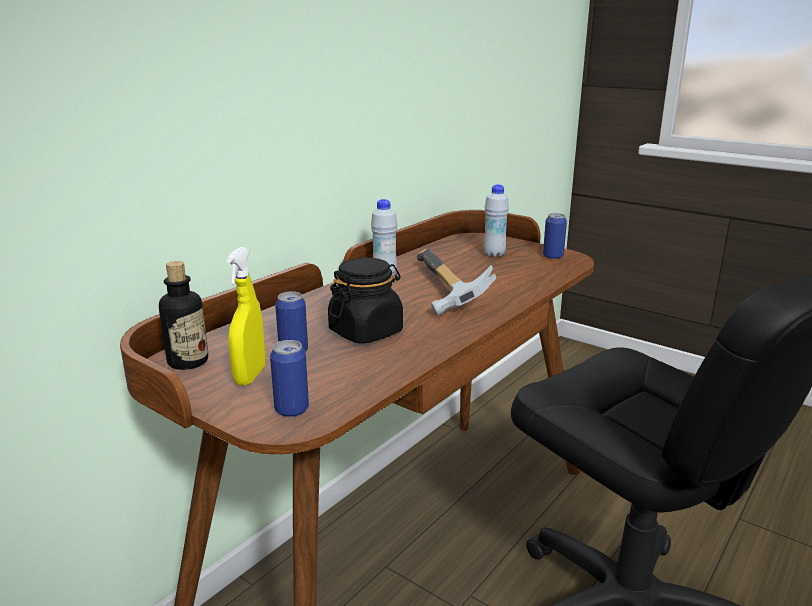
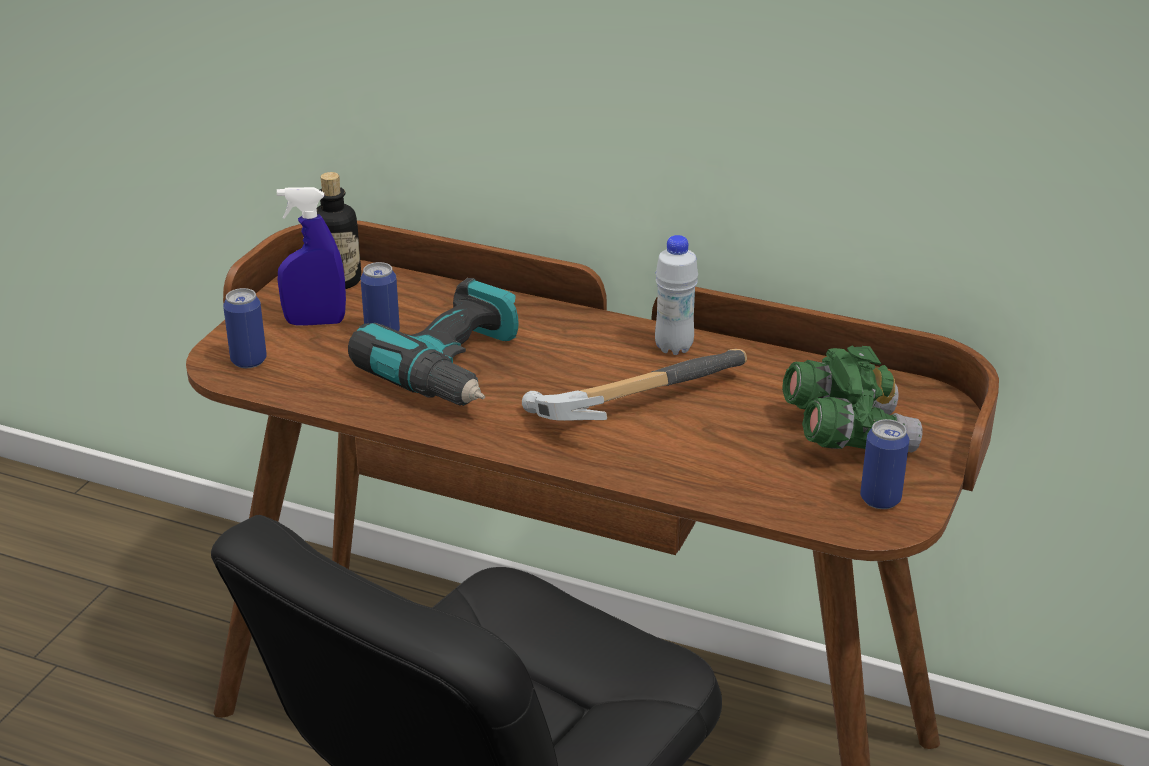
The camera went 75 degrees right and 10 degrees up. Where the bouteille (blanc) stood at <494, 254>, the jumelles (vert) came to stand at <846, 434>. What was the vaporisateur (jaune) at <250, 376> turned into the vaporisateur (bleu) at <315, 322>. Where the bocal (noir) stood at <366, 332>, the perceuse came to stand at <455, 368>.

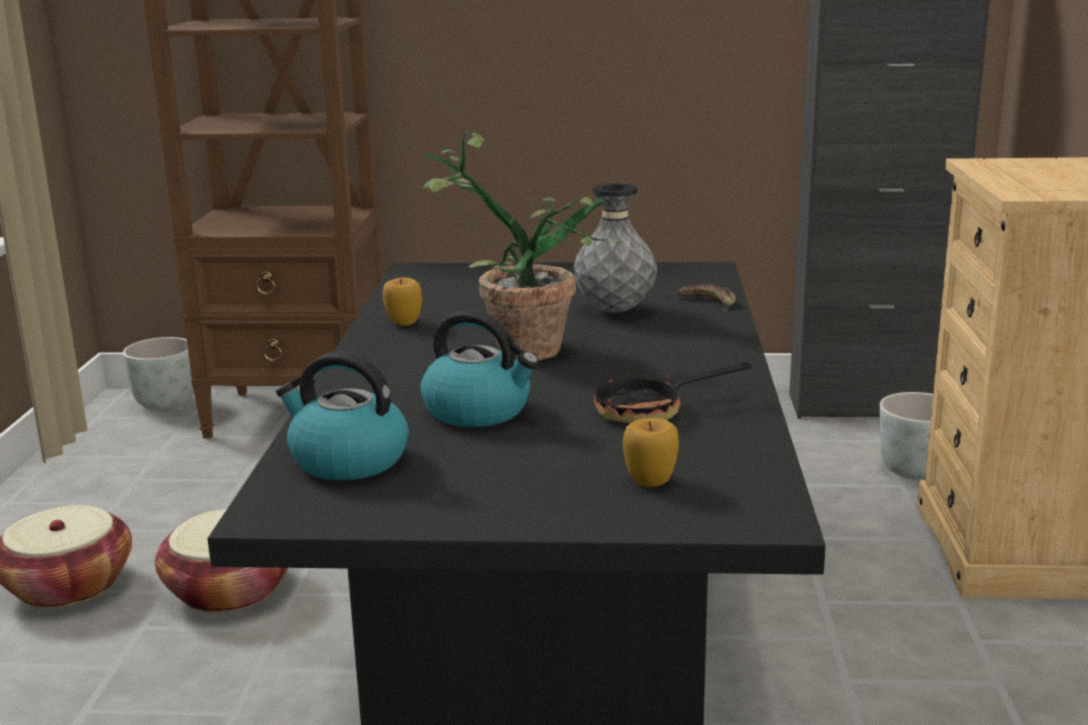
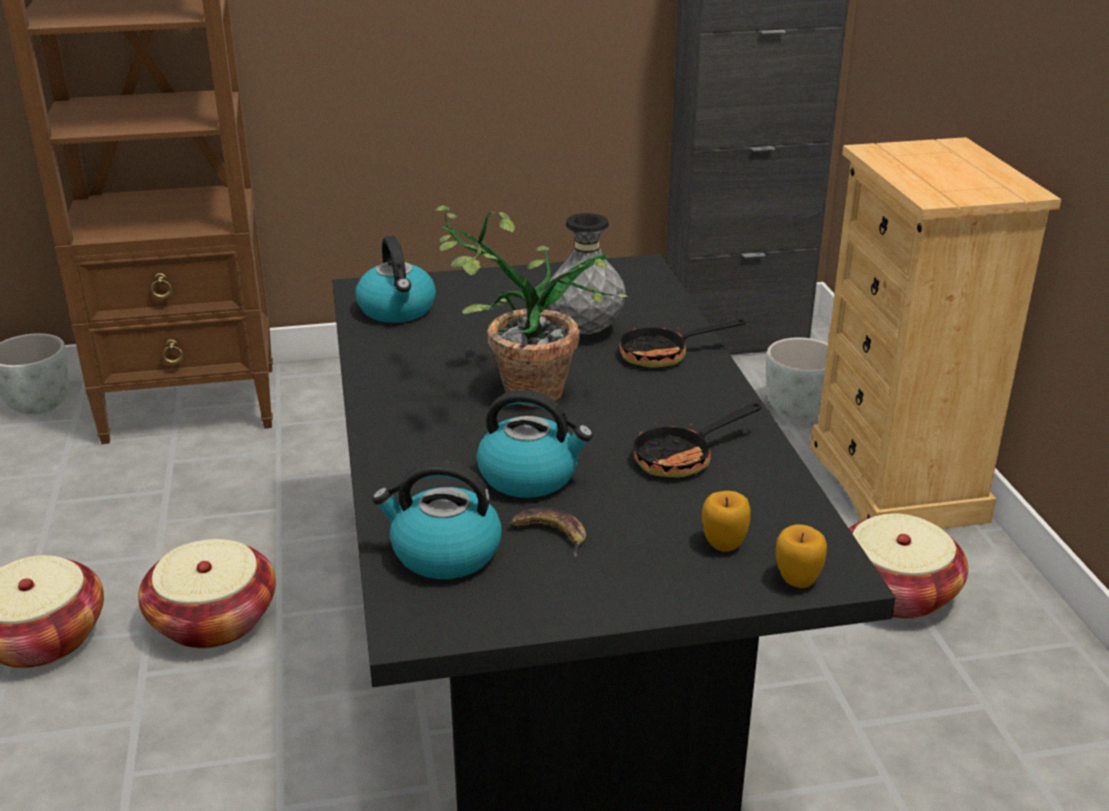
The camera went 15 degrees left and 10 degrees up. The pomme ended up elsewhere, having gone from <404, 323> to <797, 580>. The banane ended up elsewhere, having gone from <707, 302> to <549, 534>. The second view gained the bouilloire at <397, 310>. The second view gained the poêle at <664, 354>. The second view gained the panier at <895, 592>.

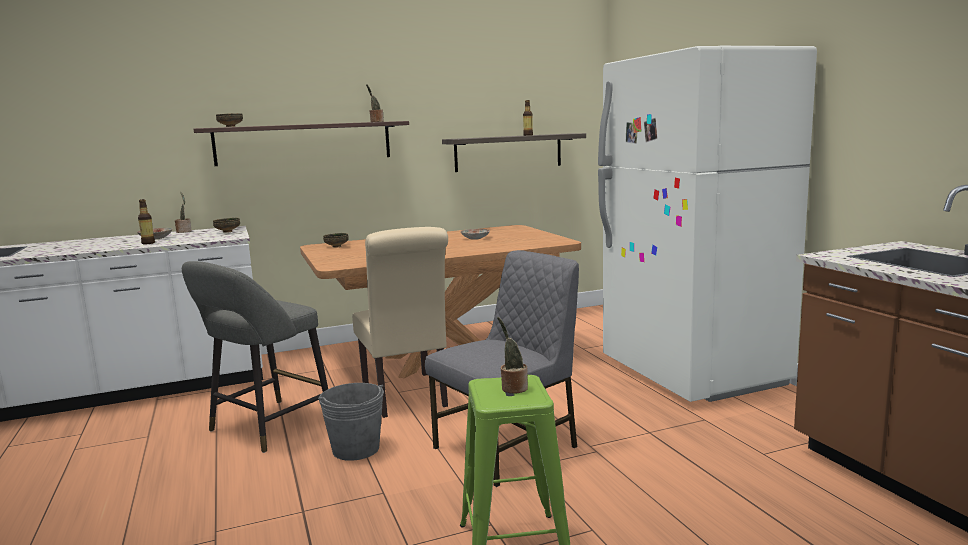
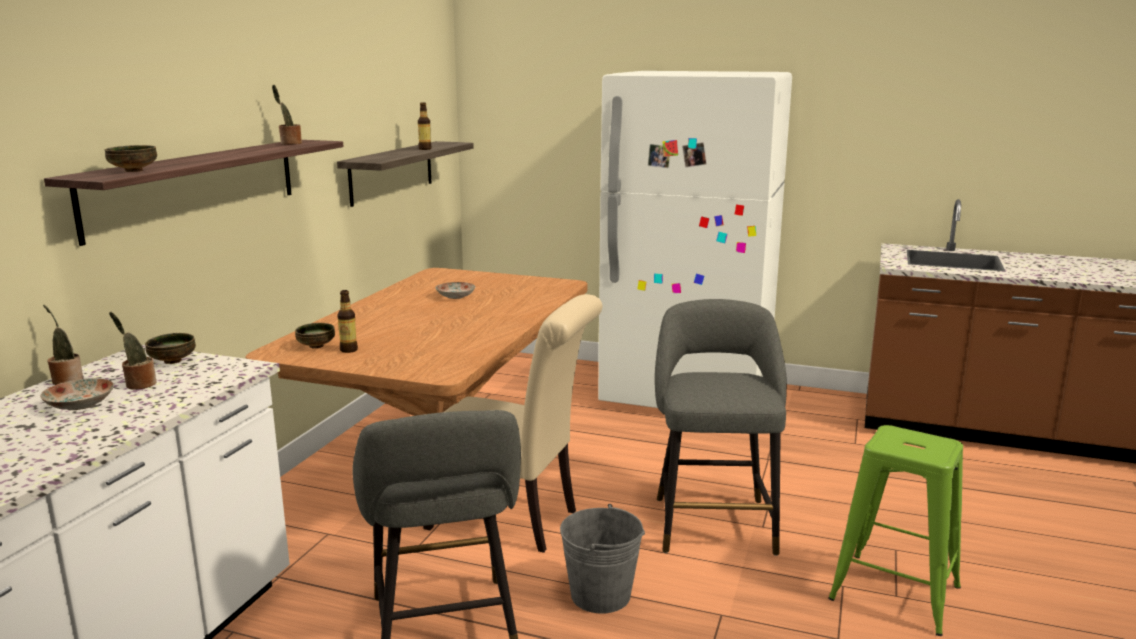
The camera went 50 degrees left and 5 degrees up. The bouteille ended up elsewhere, having gone from <148, 243> to <349, 350>. Where the chaise (gris) stood at <508, 447>, the tabouret (gris) came to stand at <713, 521>. The plante en pot ended up elsewhere, having gone from <513, 388> to <138, 384>.

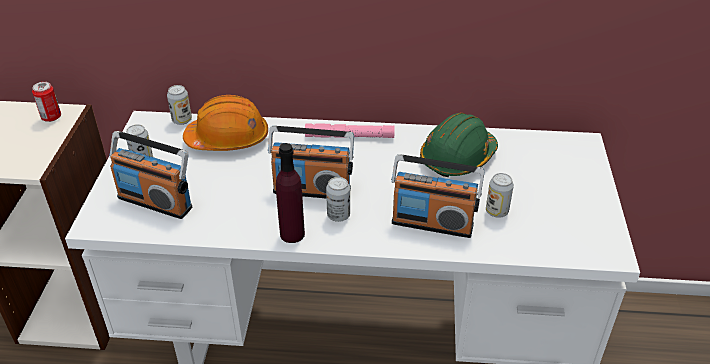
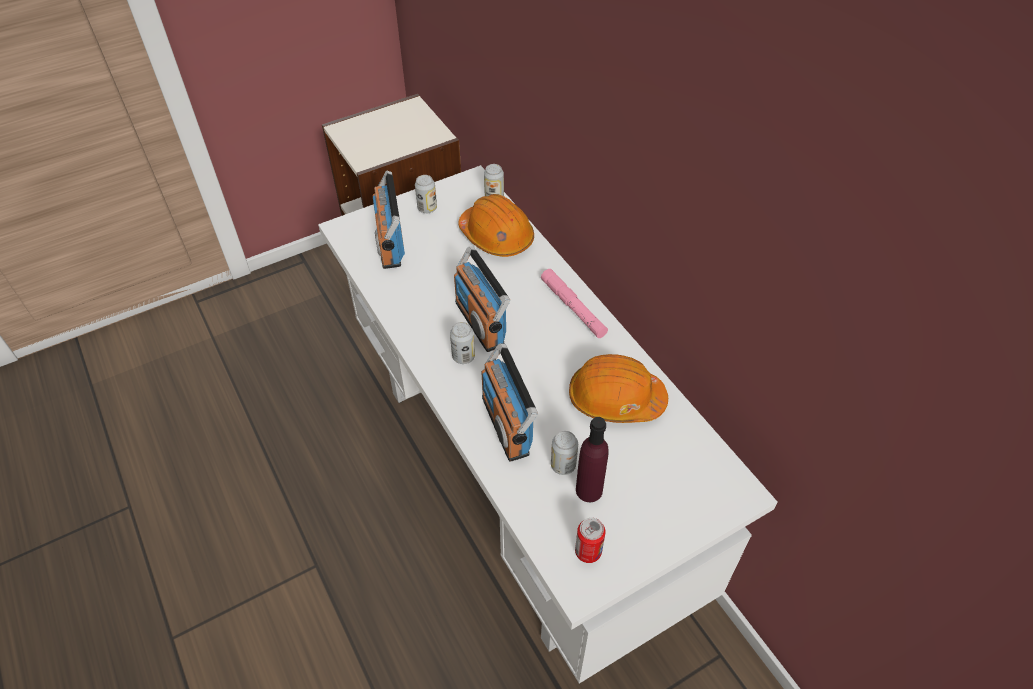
The camera went 55 degrees right and 10 degrees up. The boîte métallique ended up elsewhere, having gone from <51, 117> to <588, 552>. What was the casque de chantier (vert) at <457, 158> turned into the casque de chantier (orange) at <615, 399>. The bouteille (violet) ended up elsewhere, having gone from <292, 234> to <589, 490>.

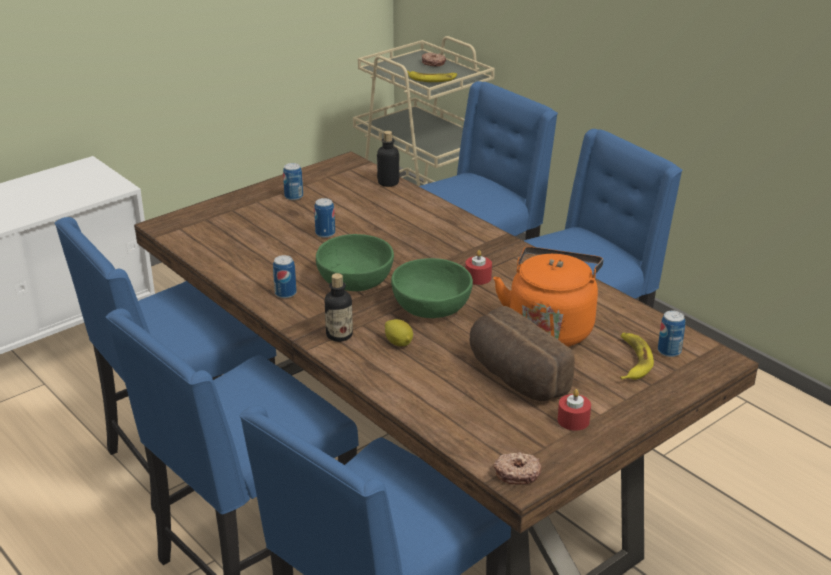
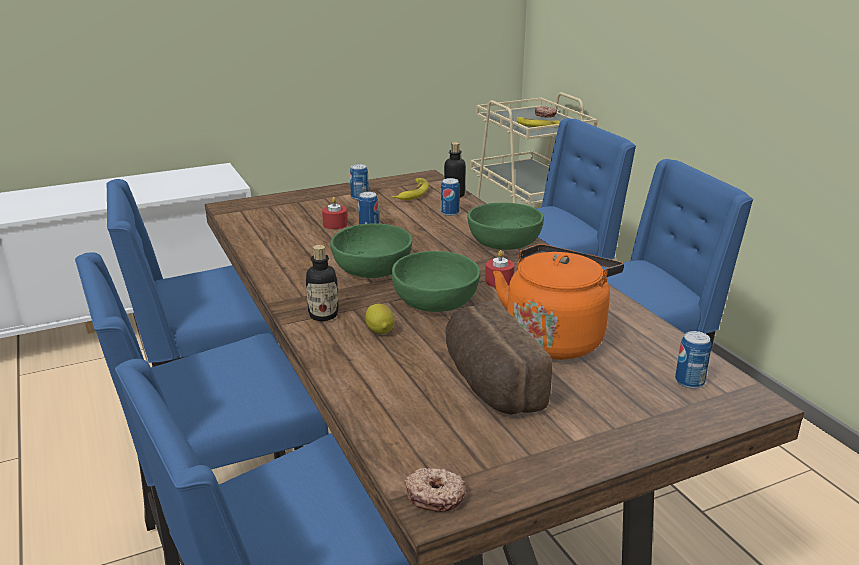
The camera went 15 degrees right and 5 degrees down. The boîte métallique ended up elsewhere, having gone from <285, 293> to <449, 213>. The banane ended up elsewhere, having gone from <632, 360> to <412, 193>. The bougie (rouge) ended up elsewhere, having gone from <573, 420> to <335, 224>. The second view gained the bol (vert) at <504, 242>.

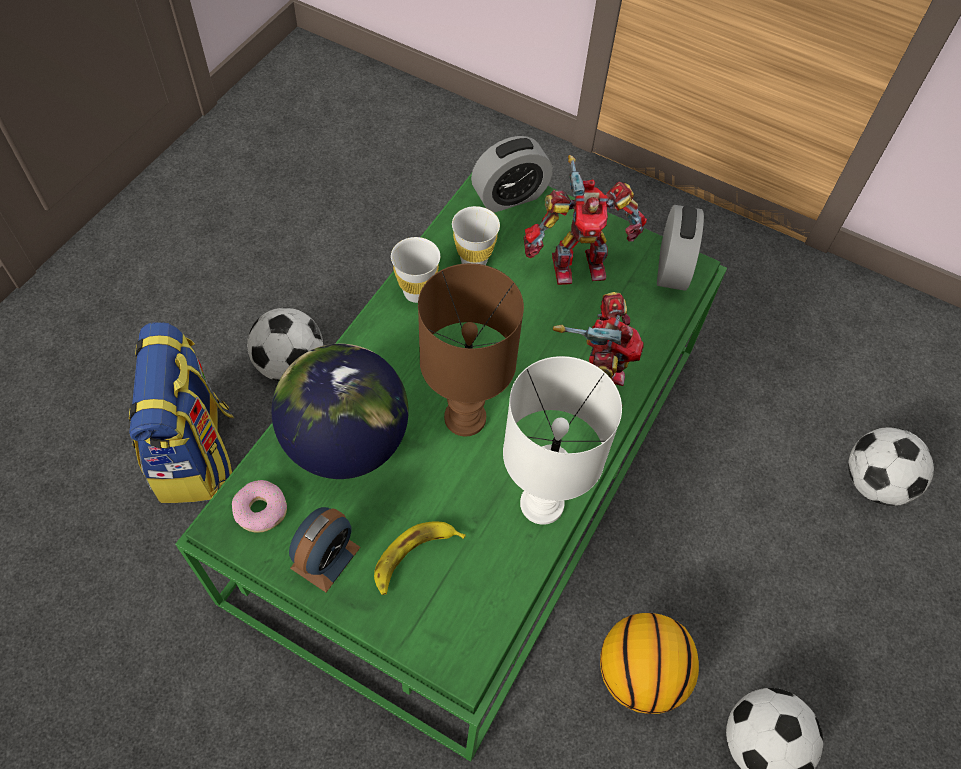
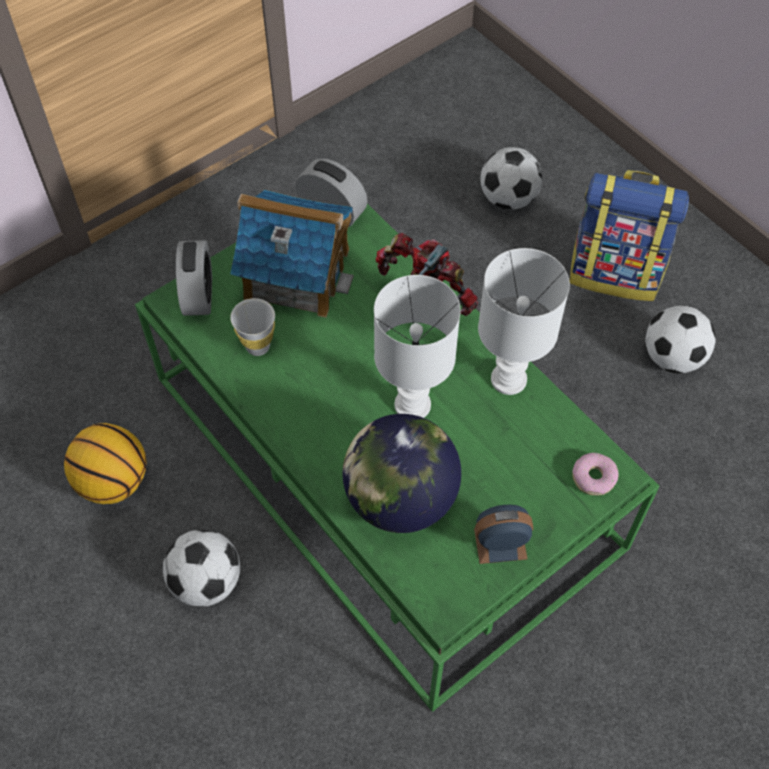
The camera went 65 degrees left and 0 degrees up. Where the robot jouet stood at <577, 263>, the maison miniature came to stand at <296, 273>. The second view lost the tasse (blanc) at <416, 293>. What was the lampe de table (marron) at <464, 416> turned into the lampe de table (blanc) at <411, 405>. The sac à dos ended up elsewhere, having gone from <196, 455> to <616, 272>. The beignet ended up elsewhere, having gone from <261, 510> to <593, 477>. The réveil at <325, 557> ended up facing another way, 60 degrees counterclockwise from before. The second view lost the banane at <414, 557>. The ballon de basket ended up elsewhere, having gone from <640, 674> to <113, 481>.

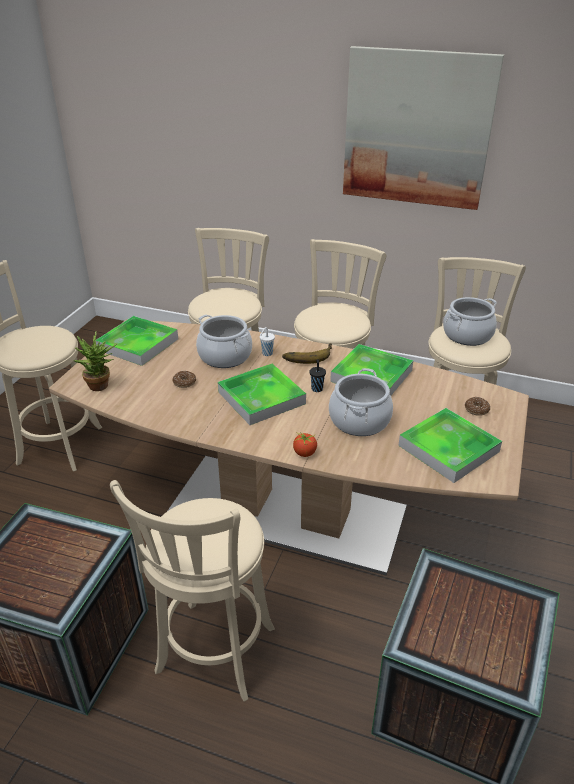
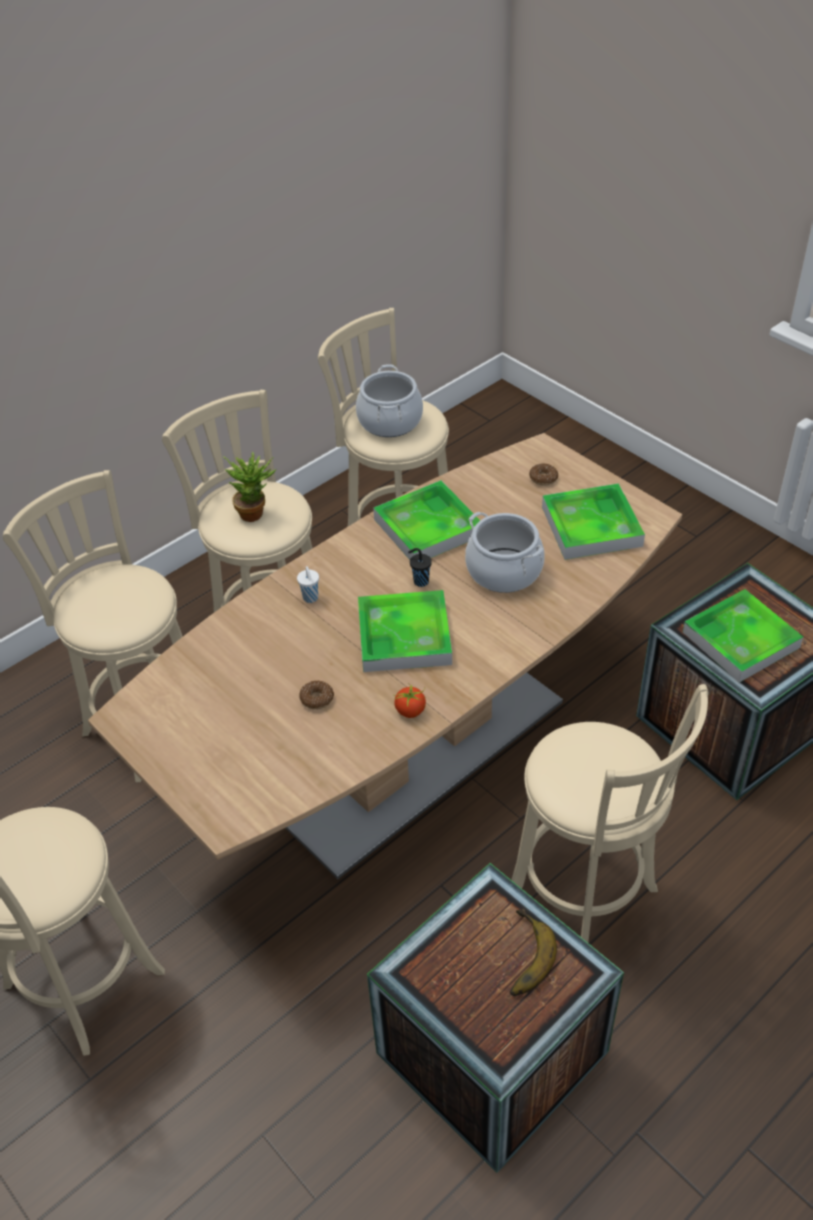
The camera went 60 degrees left and 10 degrees up. The second view lost the tableau at <417, 129>. The second view lost the marmite at <225, 356>. The plateau ended up elsewhere, having gone from <138, 344> to <740, 640>. The plante en pot ended up elsewhere, having gone from <101, 387> to <256, 512>. The banane ended up elsewhere, having gone from <307, 355> to <521, 956>. The tomate ended up elsewhere, having gone from <305, 453> to <410, 711>.

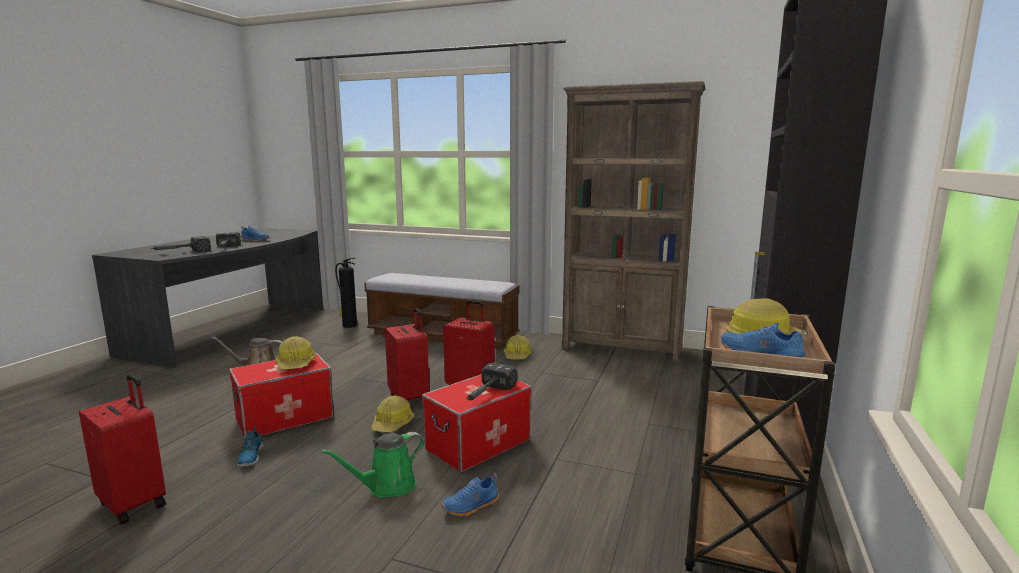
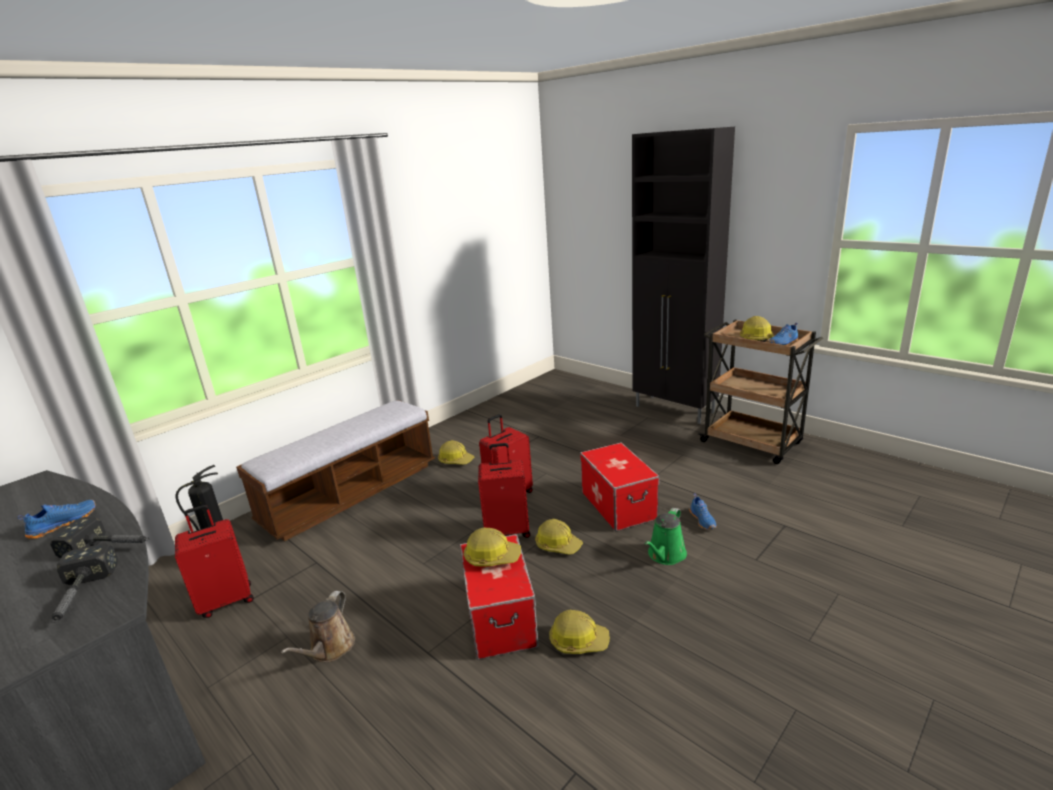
The camera went 65 degrees left and 10 degrees up. The second view lost the bibliothèque (marron) at <622, 349>. The second view lost the marteau at <486, 395>. The valise (rouge) ended up elsewhere, having gone from <134, 503> to <226, 600>. Where the chaussure stood at <250, 456>, the casque de chantier came to stand at <578, 641>. The arrosoir (vert) at <387, 486> ended up facing another way, 45 degrees clockwise from before.

